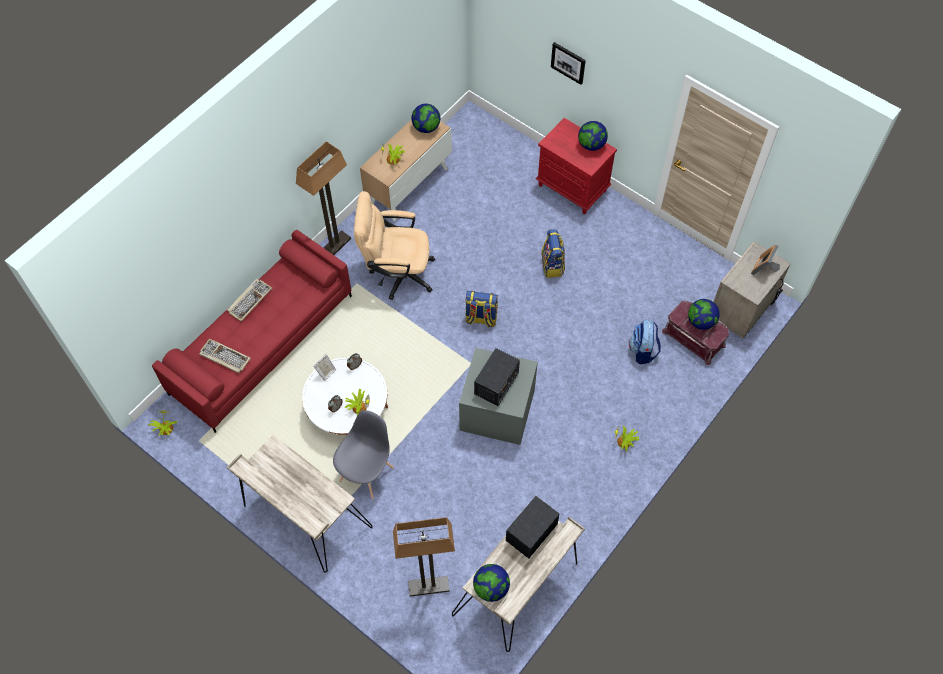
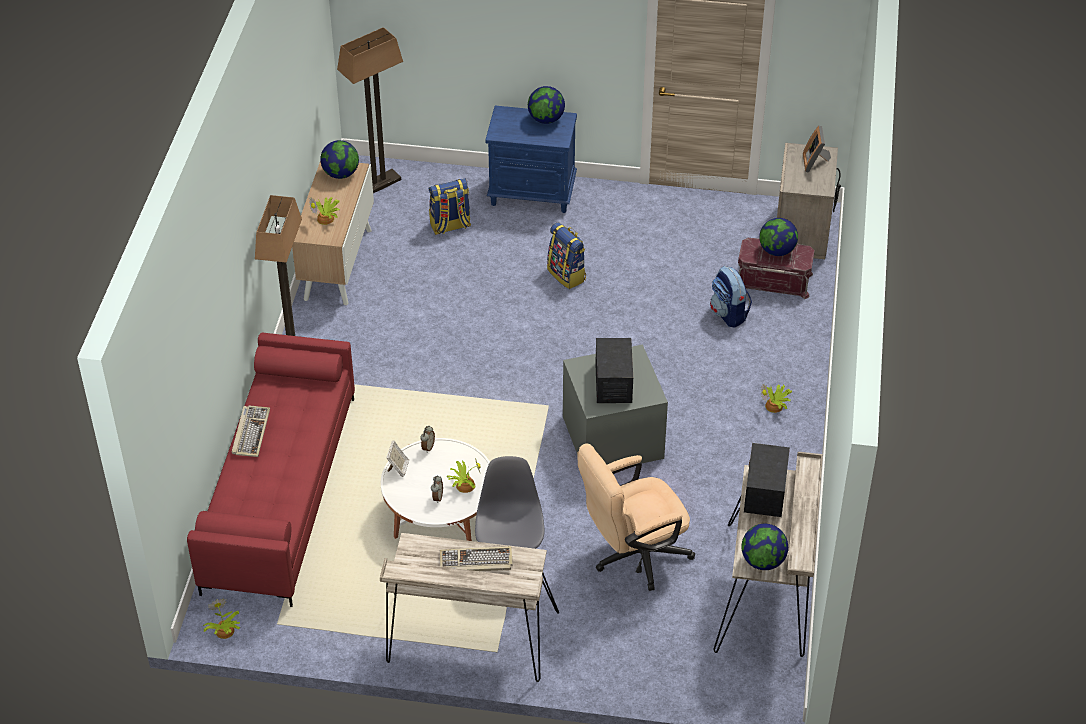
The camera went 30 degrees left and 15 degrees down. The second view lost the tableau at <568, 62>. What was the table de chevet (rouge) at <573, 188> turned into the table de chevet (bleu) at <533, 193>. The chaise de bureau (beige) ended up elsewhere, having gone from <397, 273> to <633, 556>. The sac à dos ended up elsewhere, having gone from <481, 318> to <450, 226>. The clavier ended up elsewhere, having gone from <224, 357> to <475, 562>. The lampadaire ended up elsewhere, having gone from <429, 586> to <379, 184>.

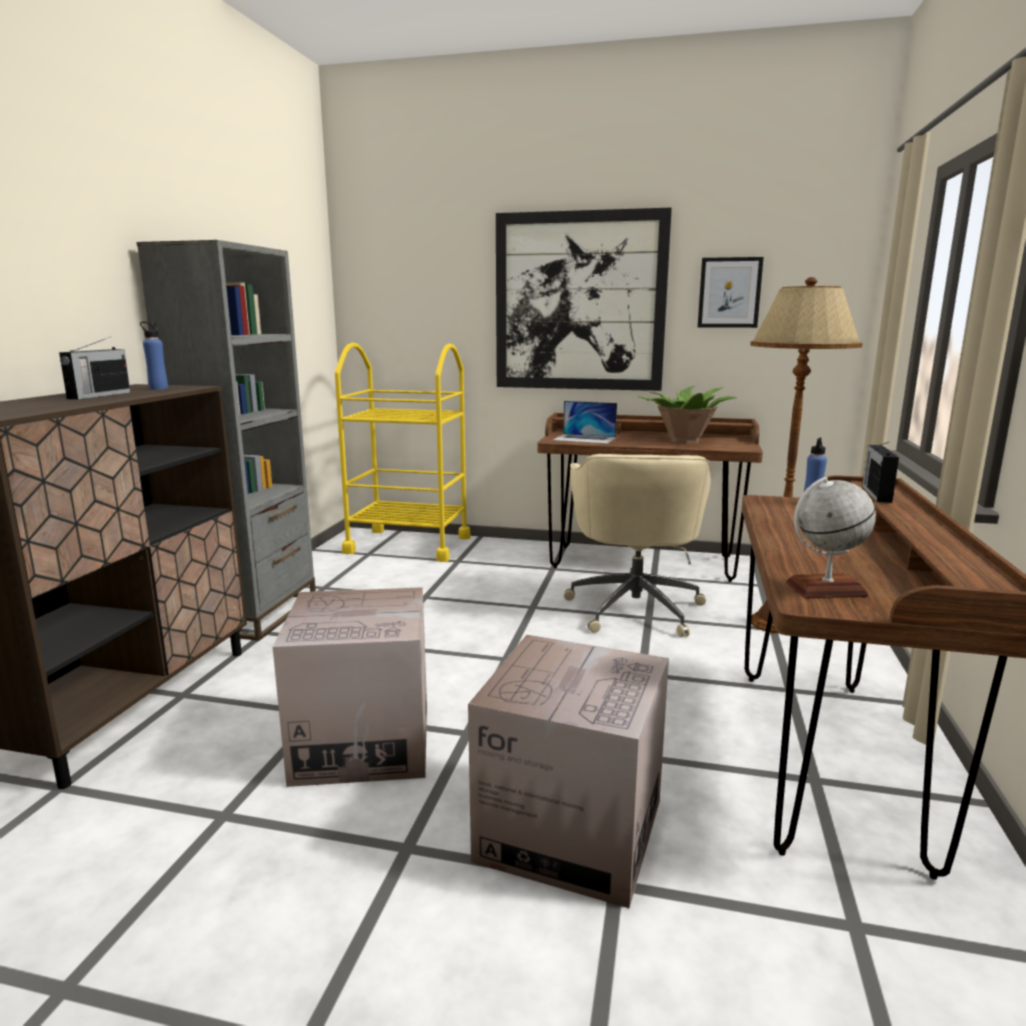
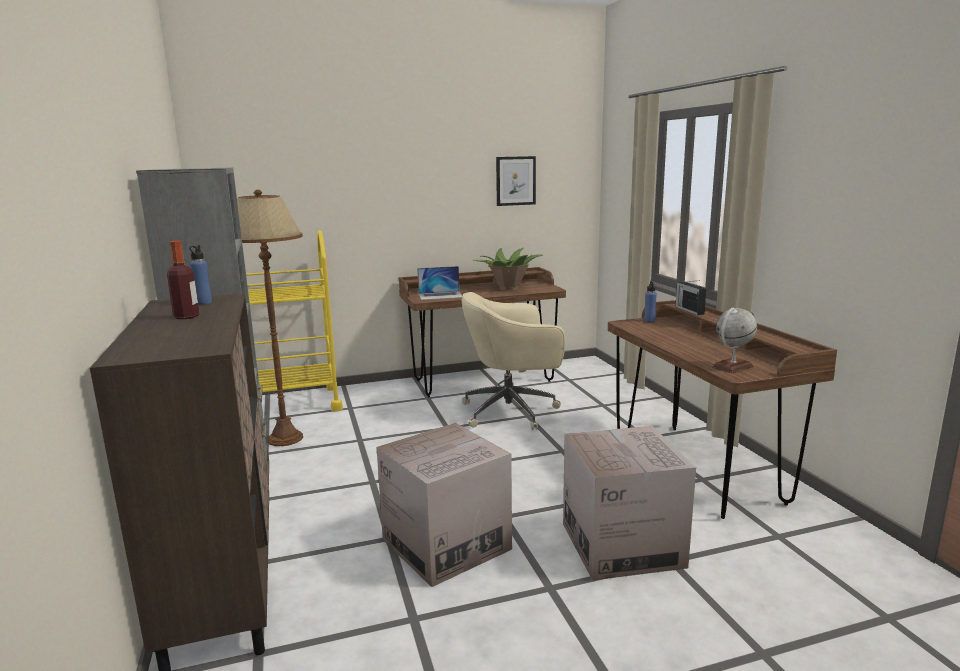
The camera went 30 degrees left and 0 degrees up. The second view lost the tableau at <579, 302>. The lampadaire (marron) ended up elsewhere, having gone from <774, 623> to <285, 438>. Where the radio stood at <98, 395>, the bouteille came to stand at <186, 317>. The chaise de bureau (beige) at <635, 607> ended up facing another way, 105 degrees clockwise from before.

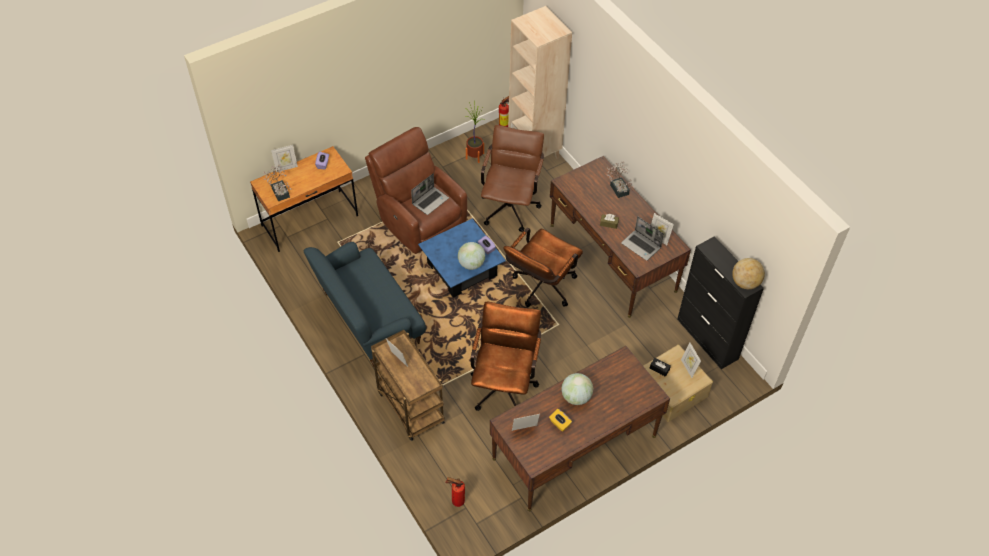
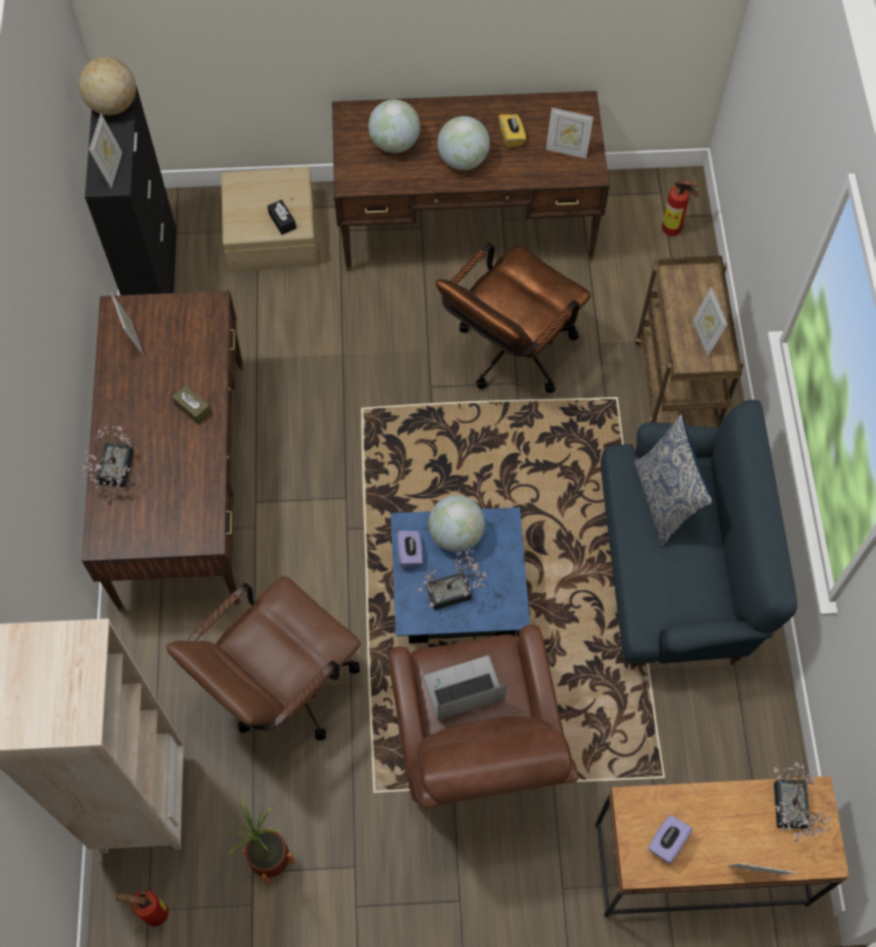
The camera went 150 degrees left and 10 degrees up. The second view lost the ordinateur portable at <641, 246>. The second view lost the chaise de bureau (marron) at <540, 289>. The cadre photo ended up elsewhere, having gone from <688, 368> to <112, 170>. The second view gained the globe at <395, 143>. The second view gained the coussin at <665, 501>. The second view gained the plante en pot at <454, 592>.

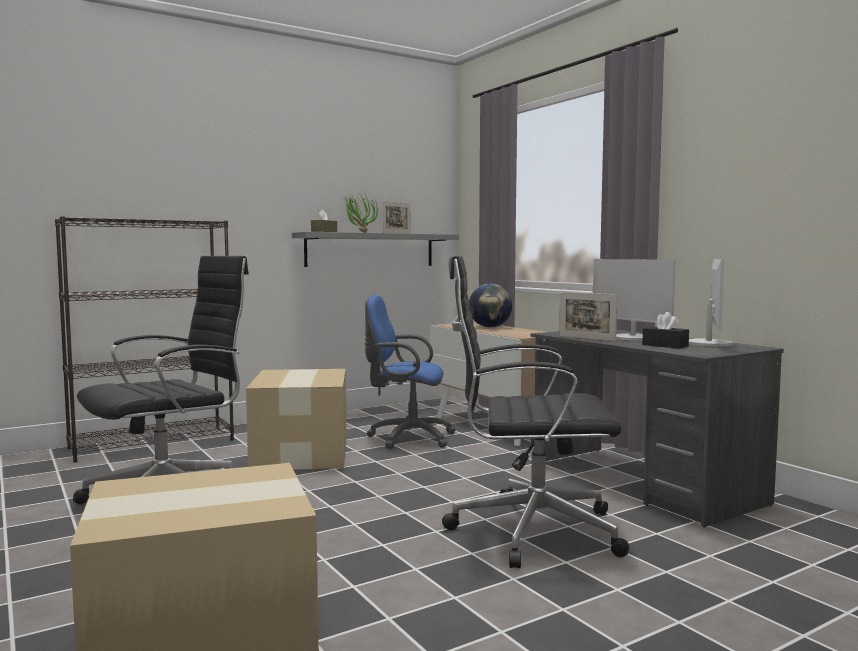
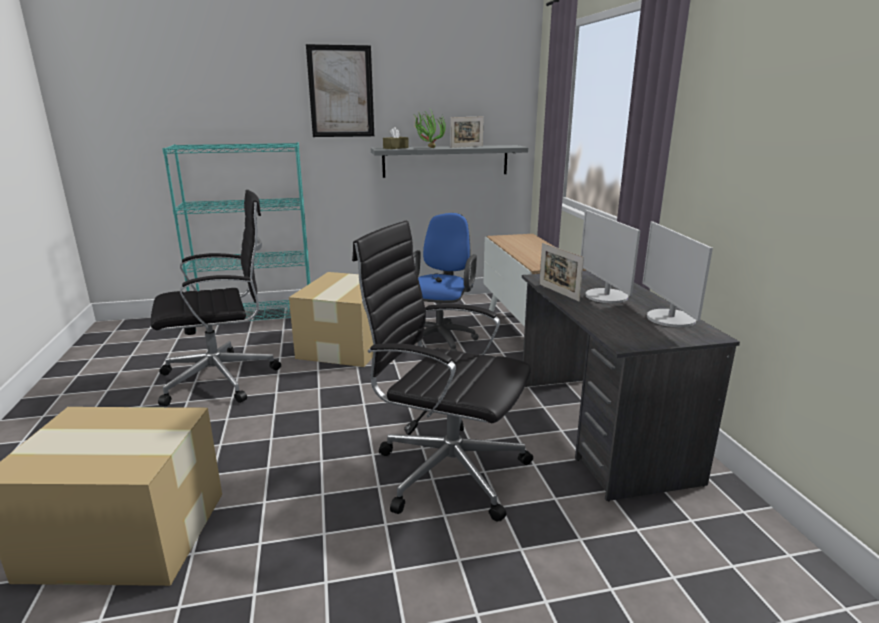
The camera went 20 degrees right and 15 degrees up. What was the bibliothèque (noir) at <153, 443> turned into the bibliothèque (turquoise) at <257, 318>. The écran d'ordinateur at <709, 343> ended up facing another way, 135 degrees clockwise from before. The second view lost the globe at <490, 327>. The chaise de bureau (bleu) at <407, 438> ended up facing another way, 75 degrees clockwise from before. The second view lost the boîte à mouchoirs (noir) at <665, 345>. The second view gained the tableau at <341, 92>.

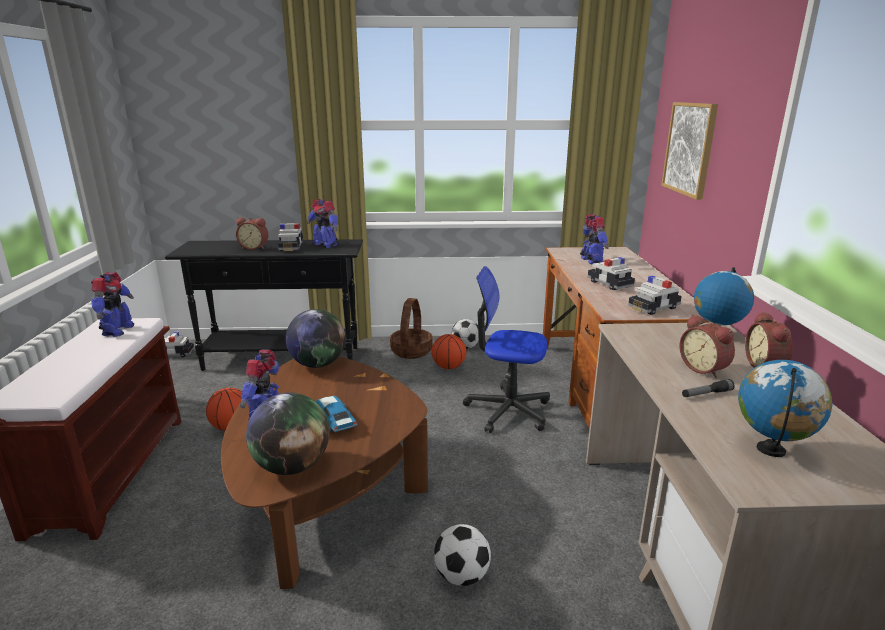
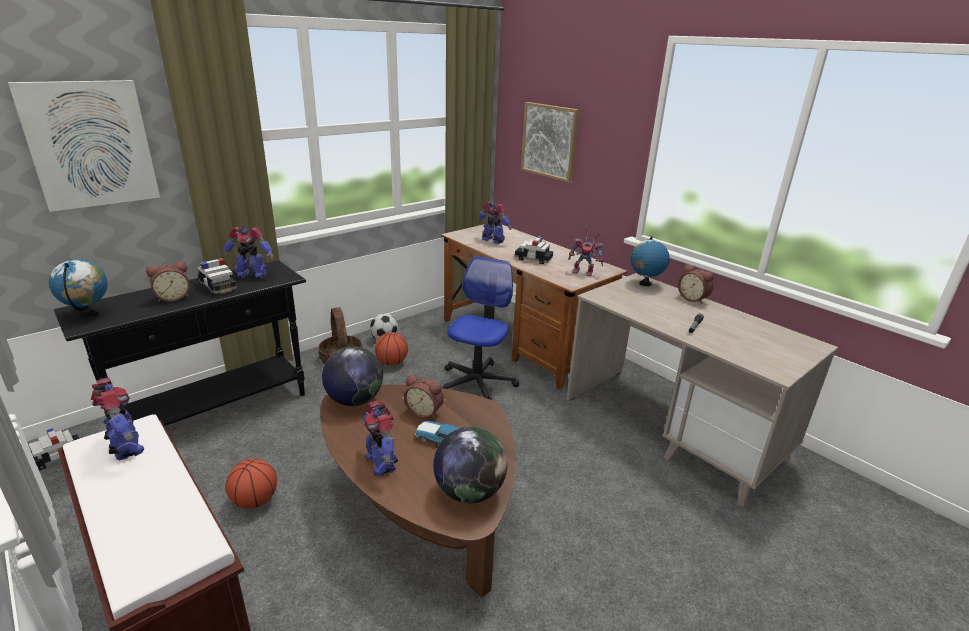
The camera went 40 degrees left and 5 degrees up. The chaise de bureau at <507, 410> ended up facing another way, 135 degrees clockwise from before. Where the petite voiture stood at <653, 307>, the robot jouet came to stand at <585, 272>. The réveil ended up elsewhere, having gone from <704, 369> to <425, 411>. The globe ended up elsewhere, having gone from <771, 450> to <89, 314>. The second view lost the ballon de foot at <461, 576>. The second view gained the tableau at <90, 144>.

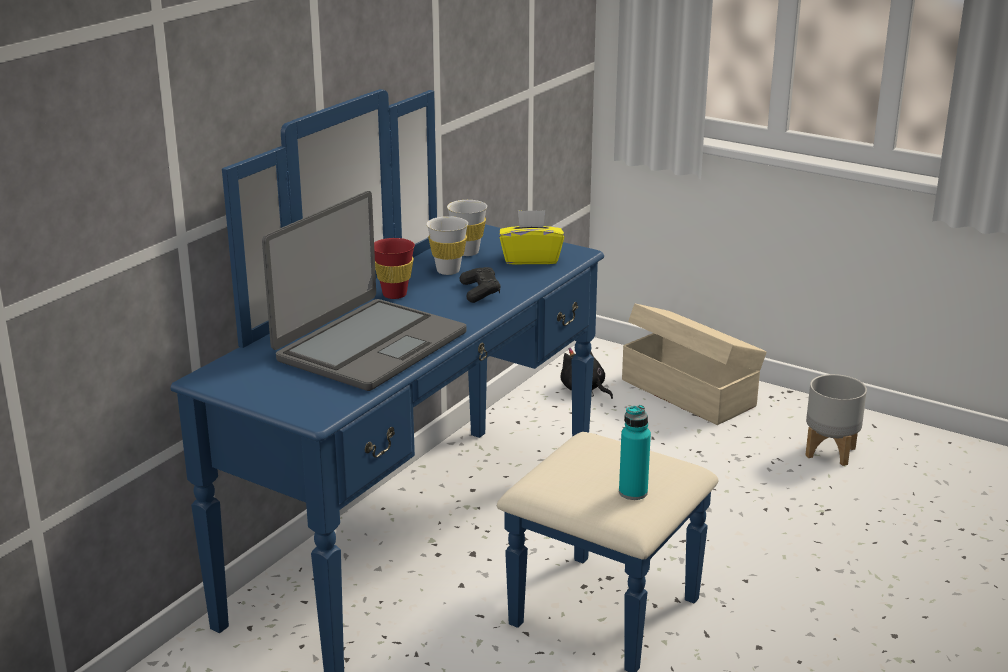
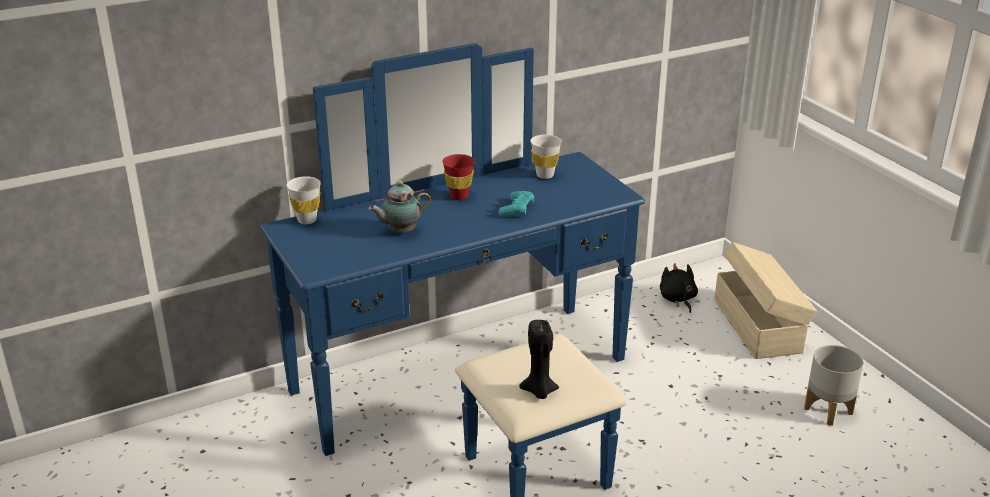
The camera went 30 degrees right and 5 degrees up. Where the ordinateur portable stood at <369, 346>, the théière came to stand at <400, 231>. The second view lost the boîte à mouchoirs (jaune) at <531, 259>. The tasse (blanc) ended up elsewhere, having gone from <448, 271> to <307, 220>. What was the manette (noir) at <480, 292> turned into the manette (turquoise) at <517, 209>. Where the bouteille (turquoise) stood at <633, 492>, the bougie (noir) came to stand at <539, 392>.

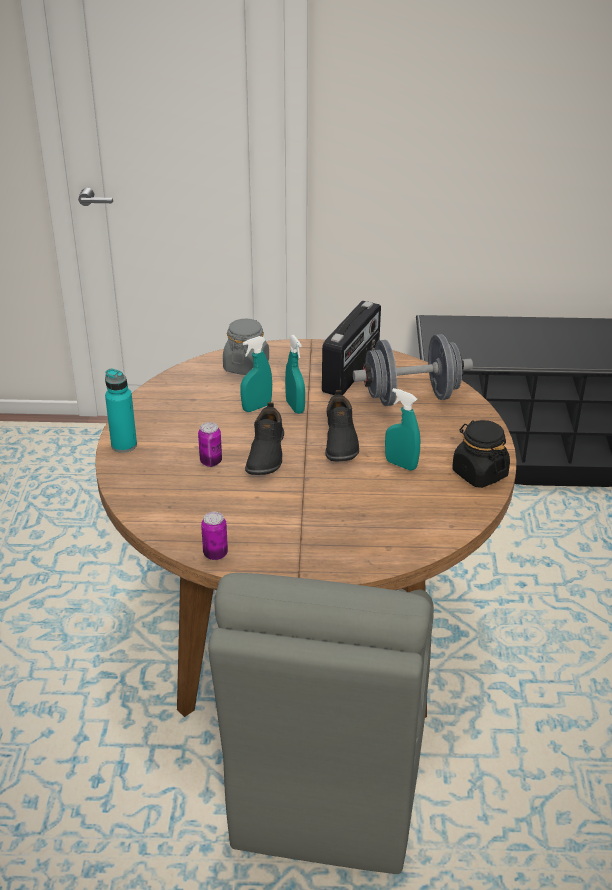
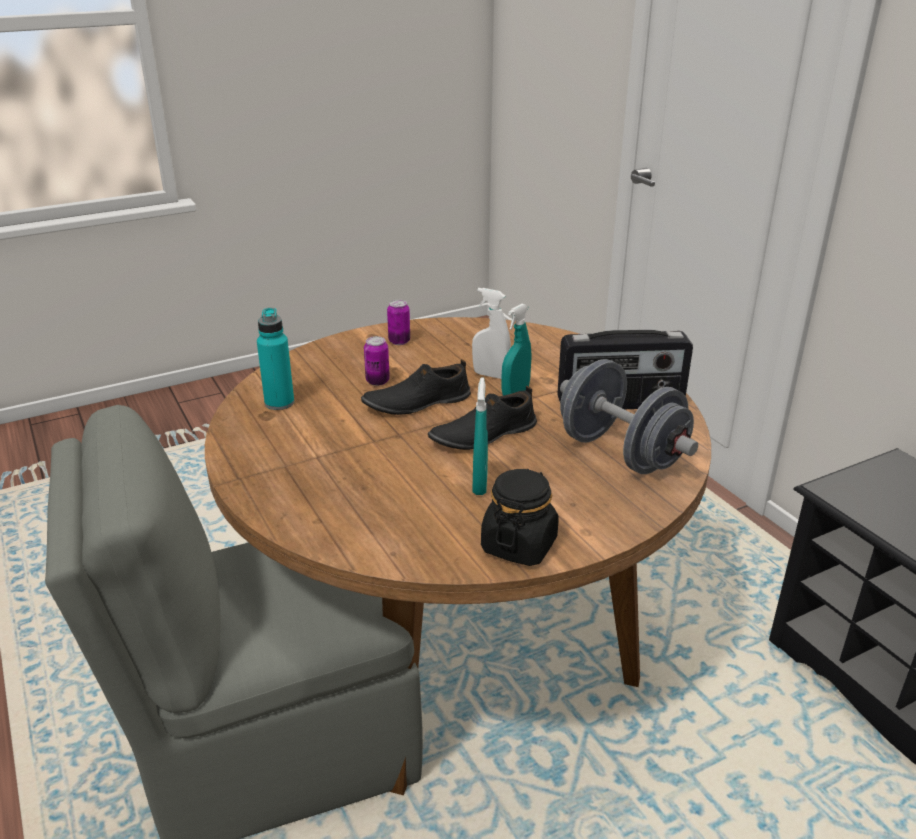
The camera went 60 degrees right and 5 degrees down. The second view lost the bocal (gris) at <246, 366>. What was the vaporisateur (turquoise) at <256, 407> turned into the vaporisateur (blanc) at <490, 375>. The bouteille (turquoise) ended up elsewhere, having gone from <124, 445> to <279, 403>. The boîte métallique ended up elsewhere, having gone from <215, 554> to <399, 341>.

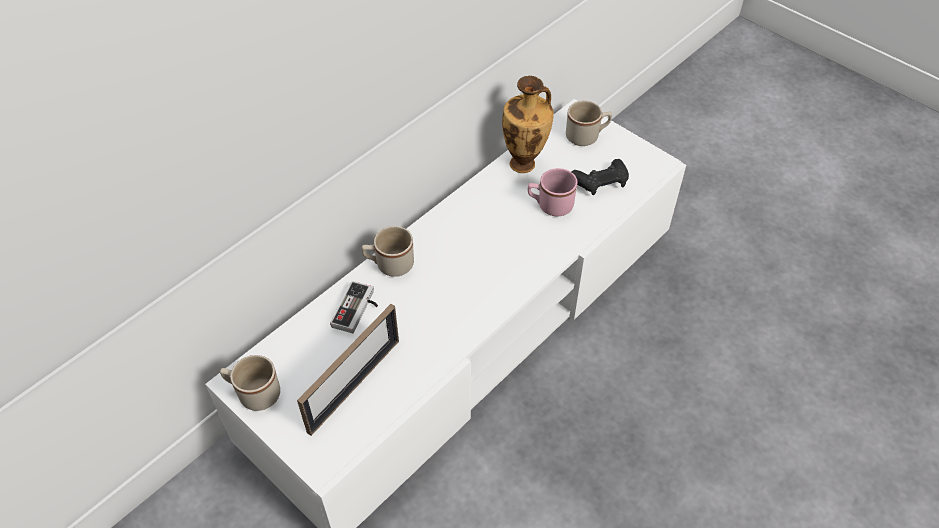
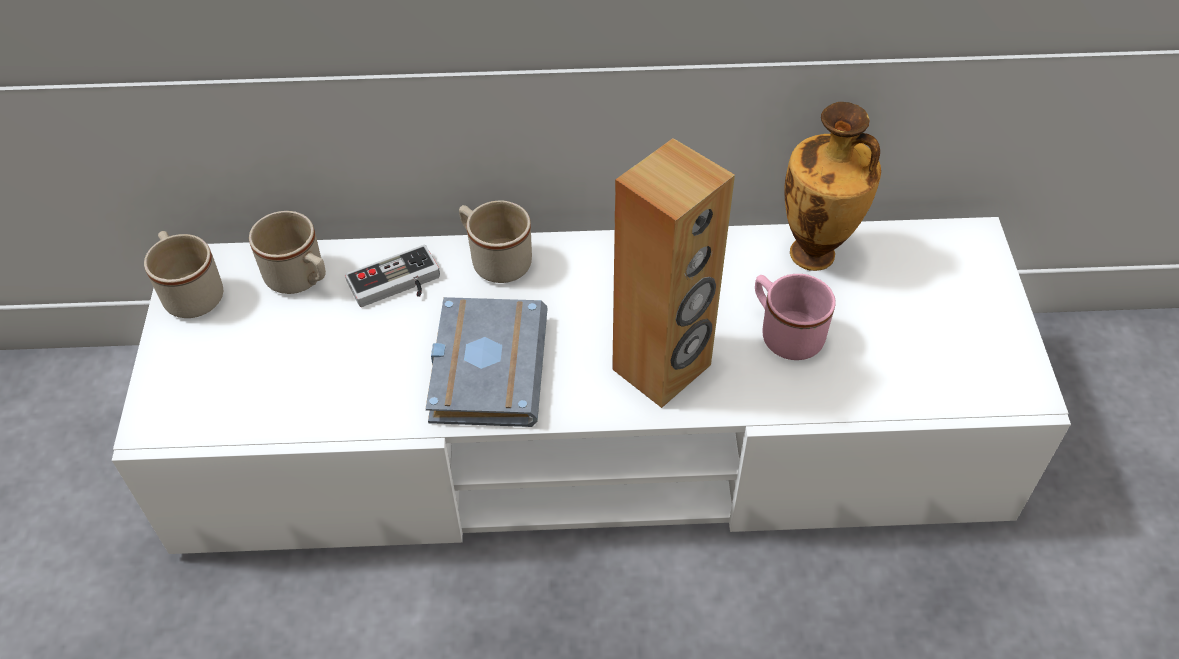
The camera went 45 degrees right and 0 degrees up. The mug (beige) ended up elsewhere, having gone from <587, 136> to <301, 279>. The second view lost the manette (noir) at <600, 182>. The second view lost the cadre photo at <354, 385>. The second view gained the enceinte (marron) at <662, 368>. The second view gained the livre (gris) at <484, 366>.

